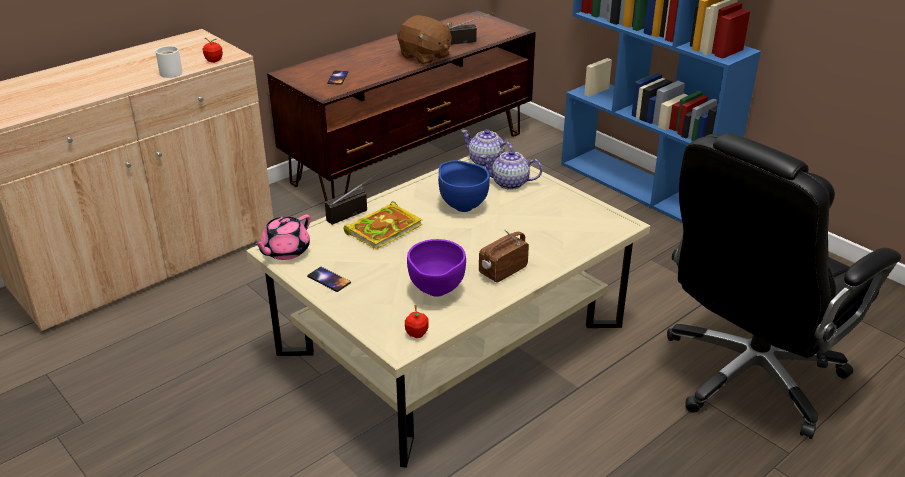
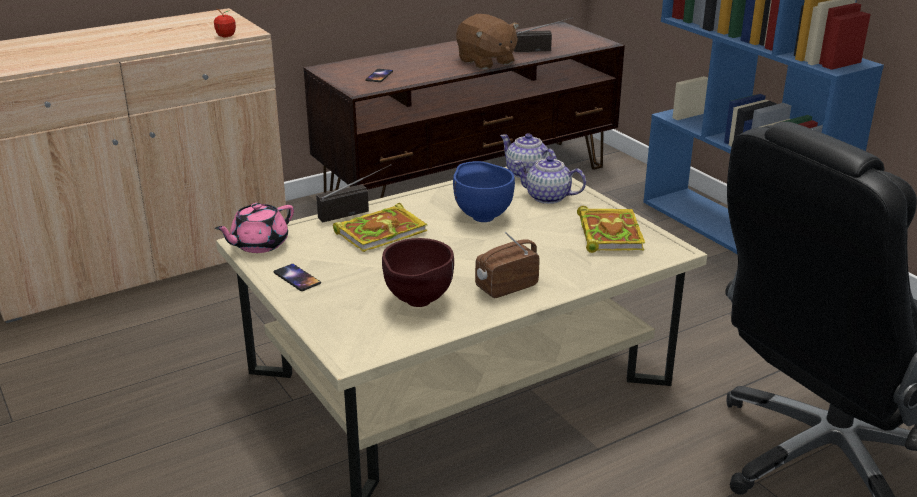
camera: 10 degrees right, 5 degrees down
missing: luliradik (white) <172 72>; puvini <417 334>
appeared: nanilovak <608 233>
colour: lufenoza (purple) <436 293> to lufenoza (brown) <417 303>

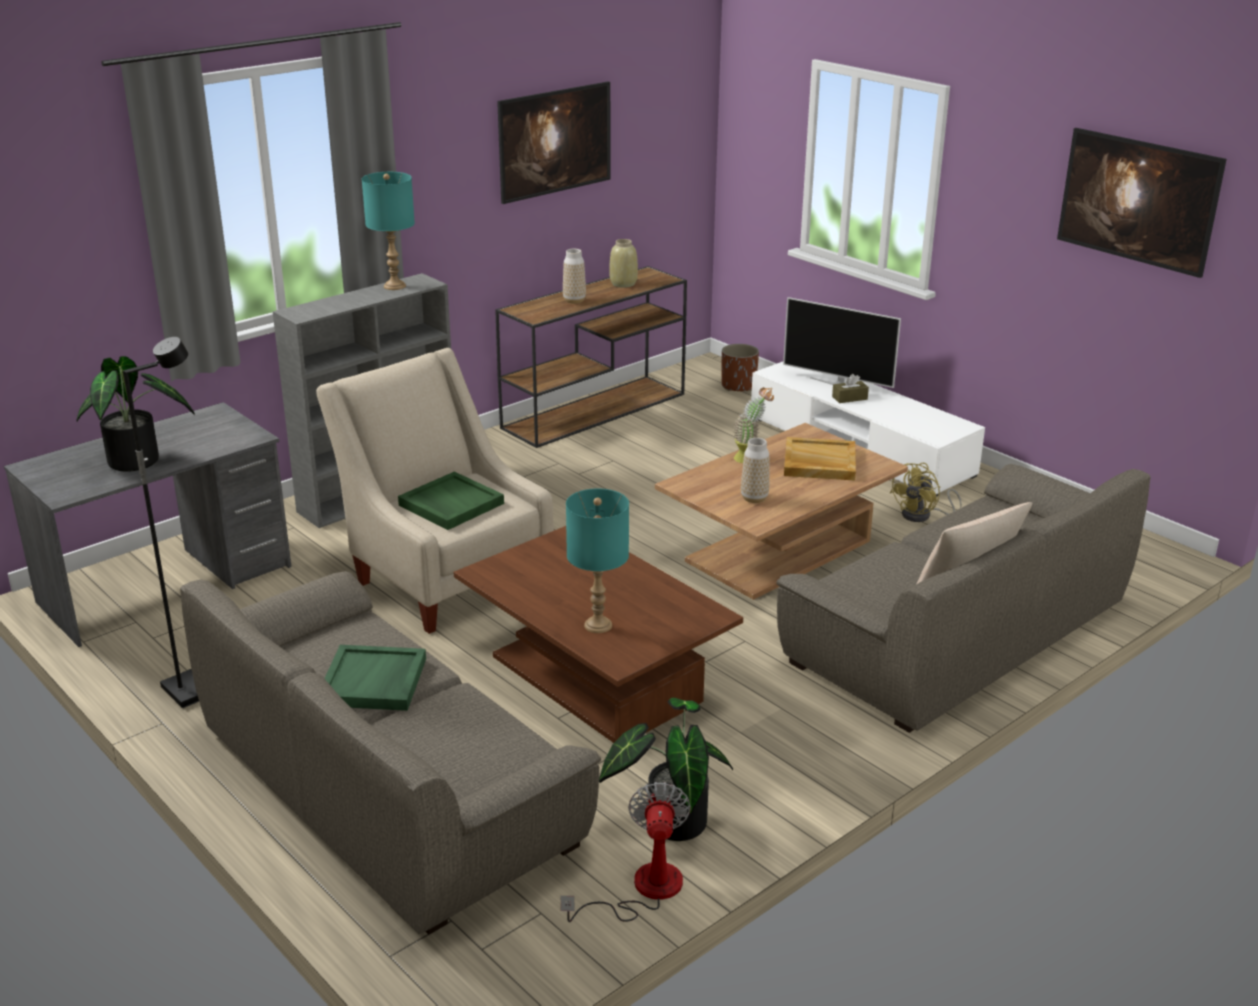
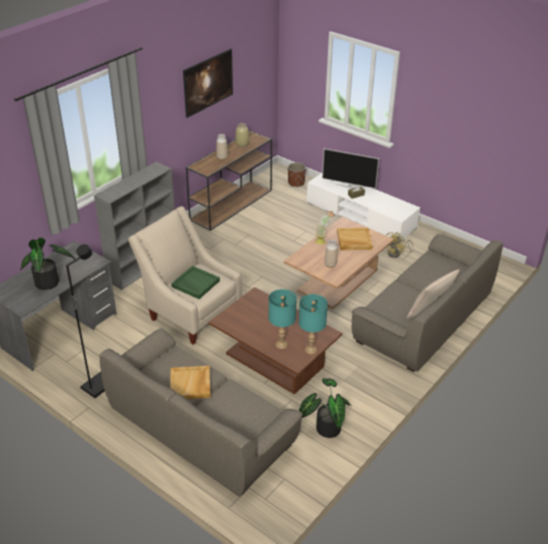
camera: 10 degrees left, 10 degrees up
missing: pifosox <1133 229>; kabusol <643 890>
relocated: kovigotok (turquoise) <394 286> to <310 349>
colour: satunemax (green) <374 682> to satunemax (beige) <190 384>

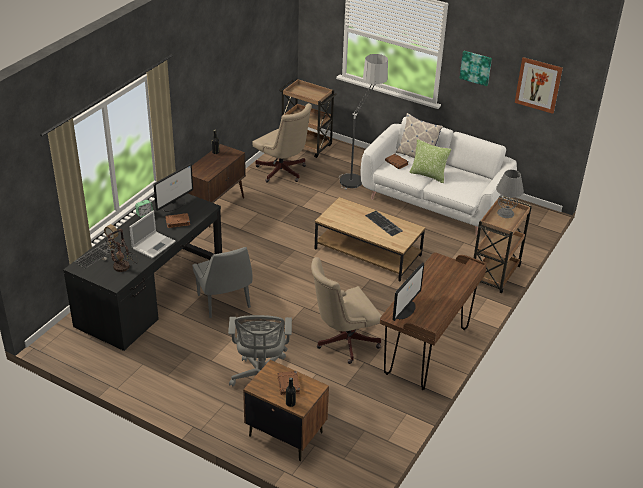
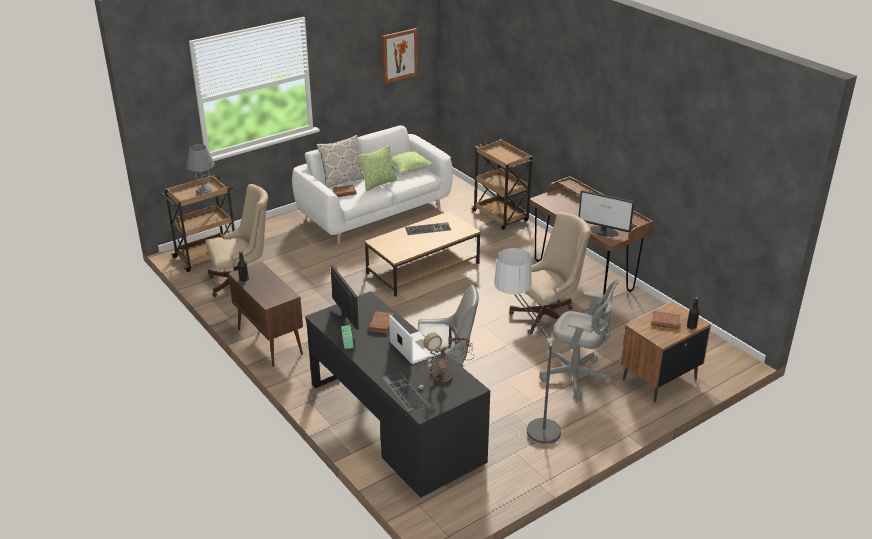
camera: 65 degrees left, 5 degrees down
missing: pifosox <476 67>
appeared: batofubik <409 167>
relocated: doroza <359 173> to <524 418>; kovigotok (grey) <505 213> to <204 191>
spun: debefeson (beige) <343 342> = <547 316> 120 degrees counterclockwise; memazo <405 309> = <604 231> 150 degrees clockwise

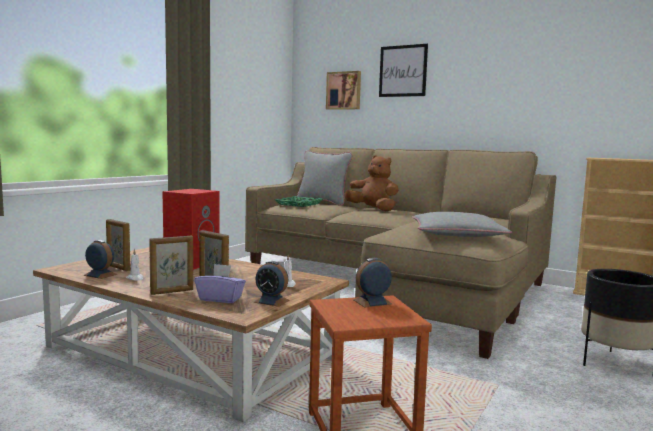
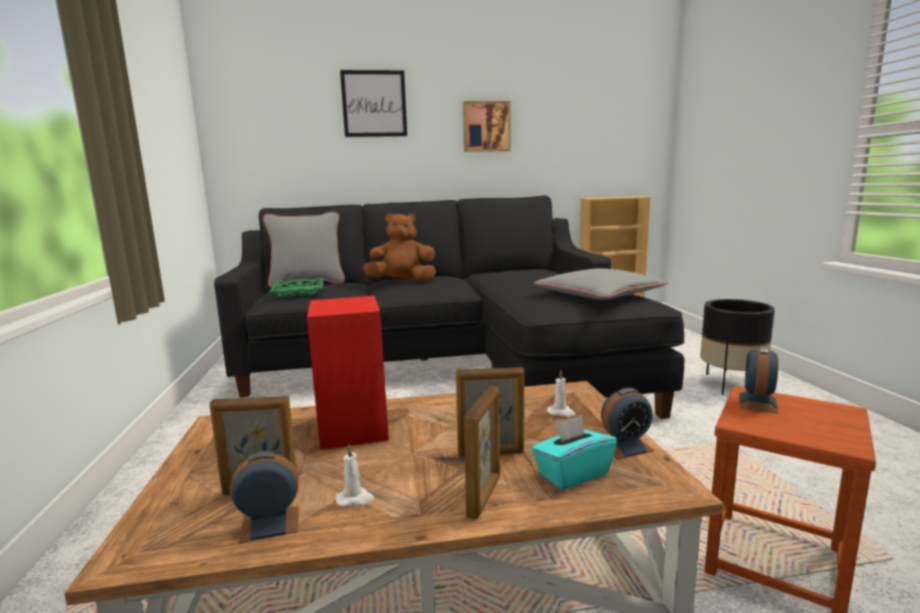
camera: 40 degrees left, 5 degrees up
relocated: pifosox <344 90> to <486 127>
colour: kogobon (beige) <398 284> to kogobon (black) <448 364>; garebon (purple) <220 299> to garebon (turquoise) <572 474>

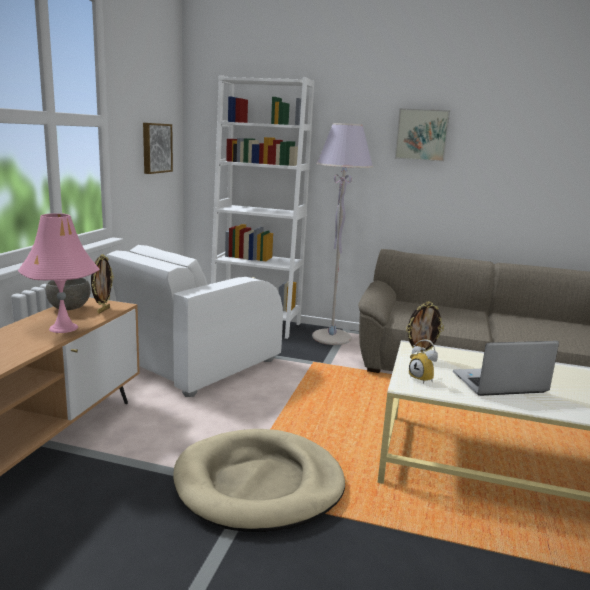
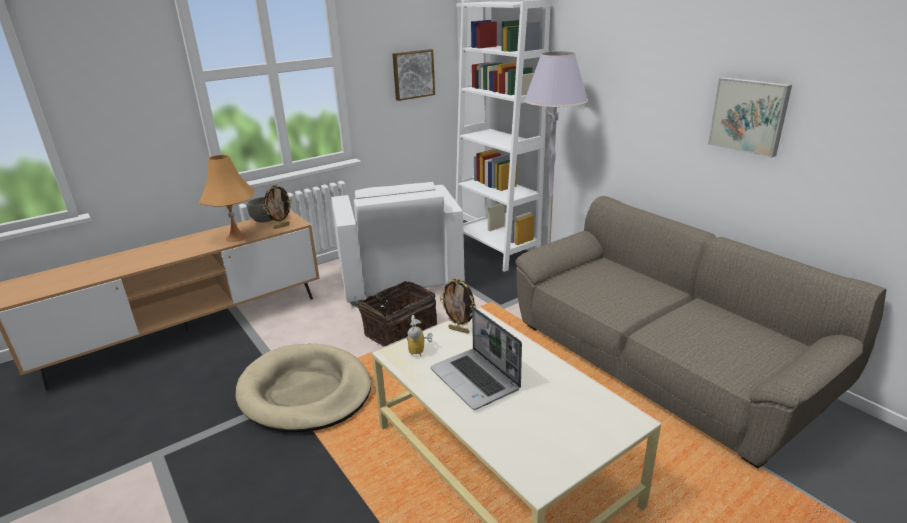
camera: 40 degrees right, 10 degrees up
appeared: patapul <399 330>
relocated: pifosox <422 135> to <749 115>
colour: kovigotok (pink) <63 328> to kovigotok (orange) <236 237>
spun: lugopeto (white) <191 361> = <397 275> 90 degrees counterclockwise; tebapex <498 384> = <476 380> 150 degrees counterclockwise

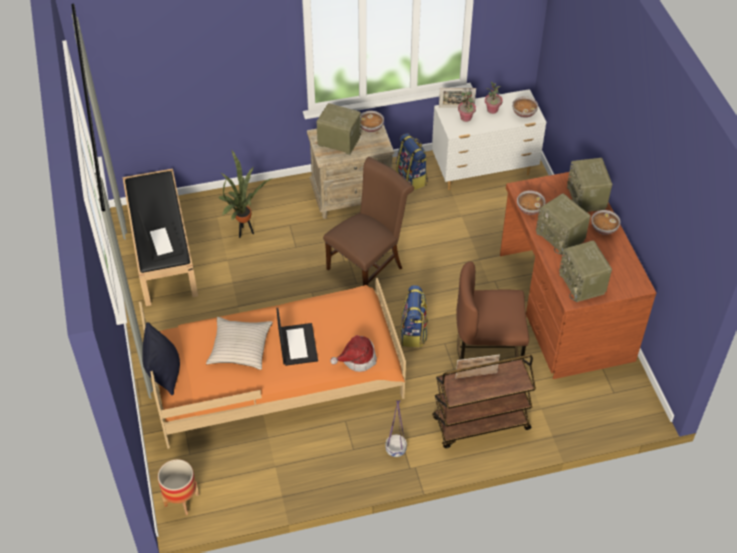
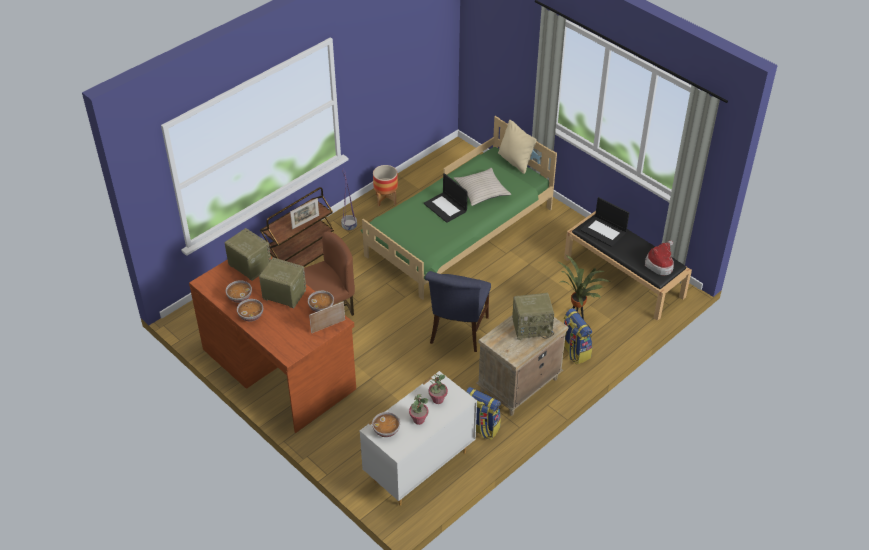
camera: 150 degrees right, 5 degrees down
missing: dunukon <587 198>
relocated: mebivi <456 107> to <328 326>; lufenoza <371 127> to <239 297>; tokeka <413 333> to <574 351>; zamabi <357 359> to <660 264>; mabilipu <181 500> to <386 199>
colour: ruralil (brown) <368 266> to ruralil (blue) <458 333>; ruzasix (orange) <278 378> to ruzasix (green) <459 233>; batofubik (black) <164 373> to batofubik (beige) <515 161>

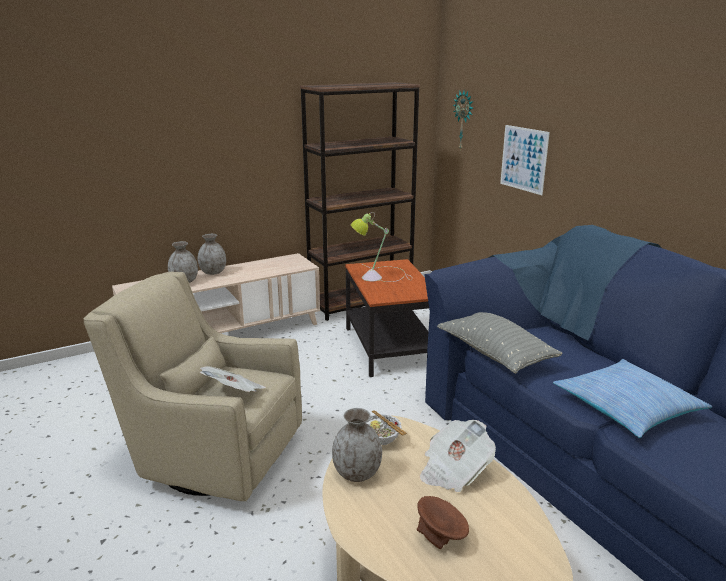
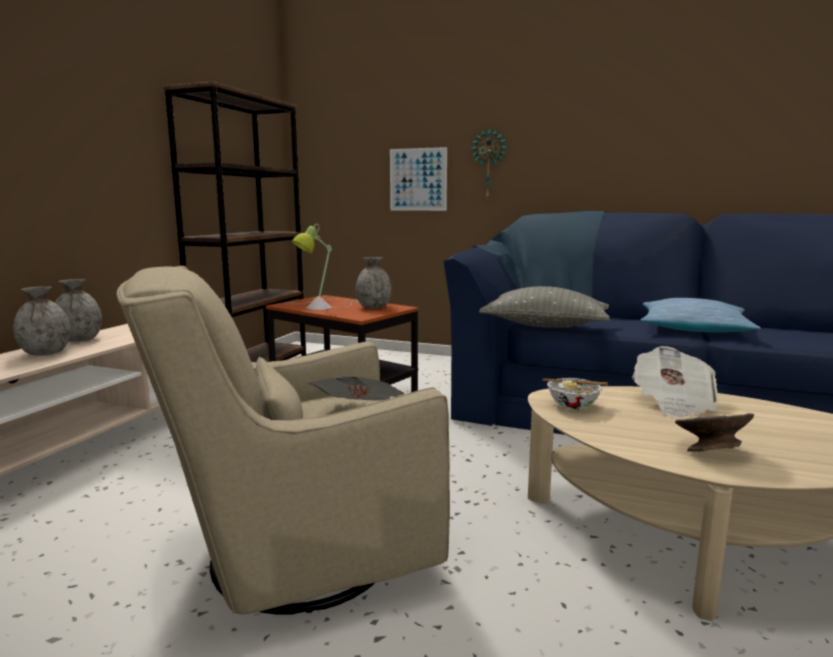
camera: 40 degrees left, 10 degrees down
missing: lufenoza (brown) <441 538>
appeared: lufenoza (grey) <709 451>
relocated: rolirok <464 120> to <489 164>; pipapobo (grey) <356 473> to <373 307>

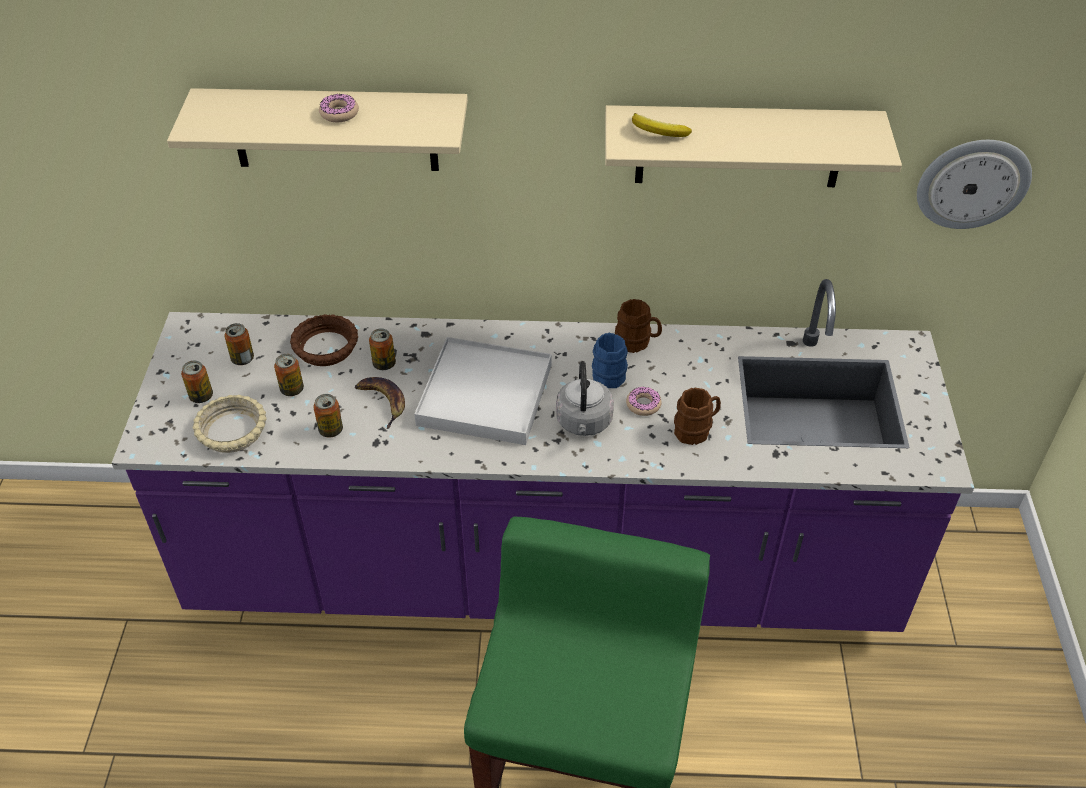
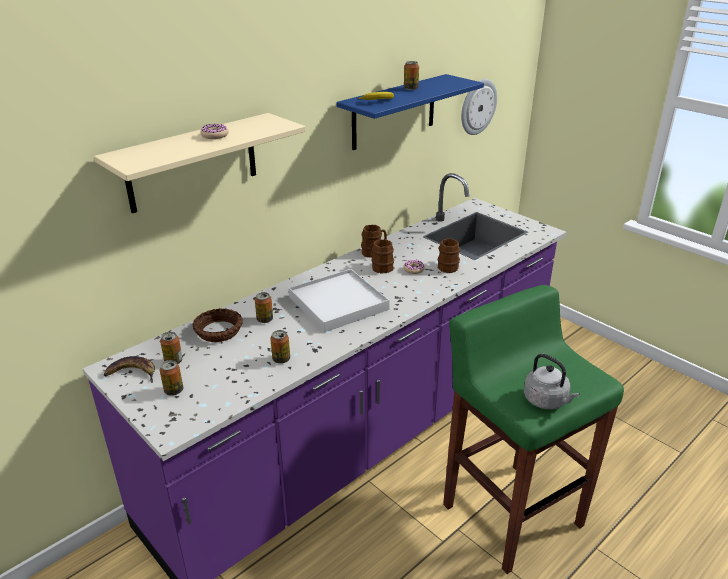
camera: 45 degrees left, 15 degrees down
missing: lufenoza (beige) <233 431>
relocated: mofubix <292 389> to <411 88>; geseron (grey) <584 423> to <547 401>; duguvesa <383 402> to <132 373>
colour: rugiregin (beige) <739 146> to rugiregin (blue) <394 112>; luliradik (blue) <608 372> to luliradik (brown) <380 267>

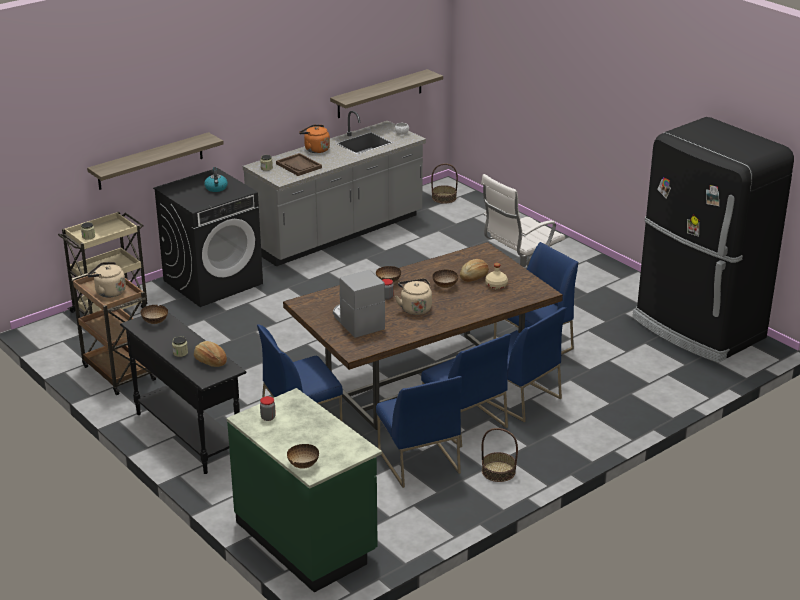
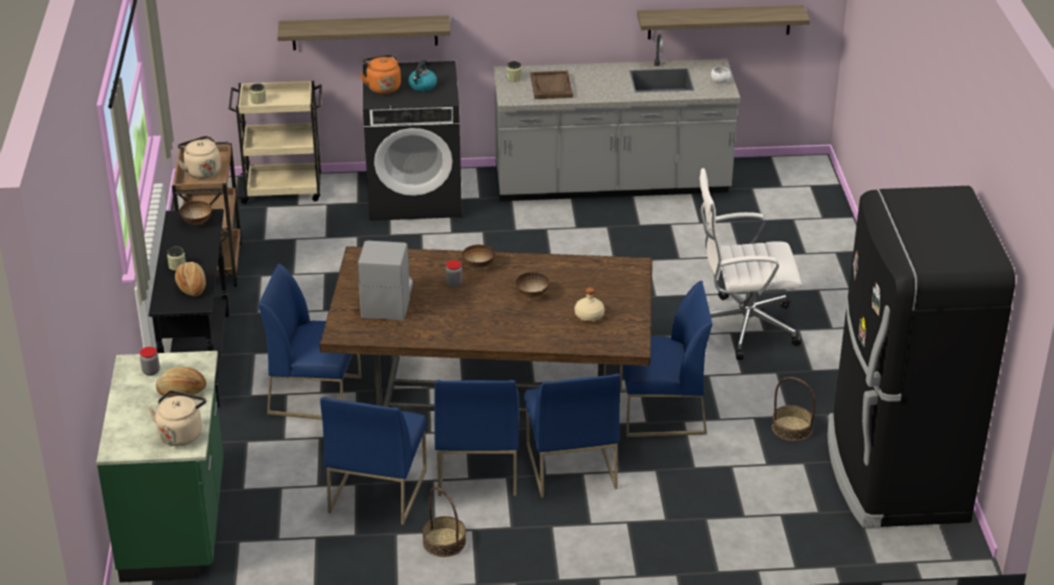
camera: 35 degrees right, 5 degrees up
missing: lufenoza <303 465>
relocated: geseron (orange) <315 149> to <383 87>; patapul <444 198> to <792 428>; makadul <474 276> to <181 391>; geseron (beige) <415 308> to <181 433>

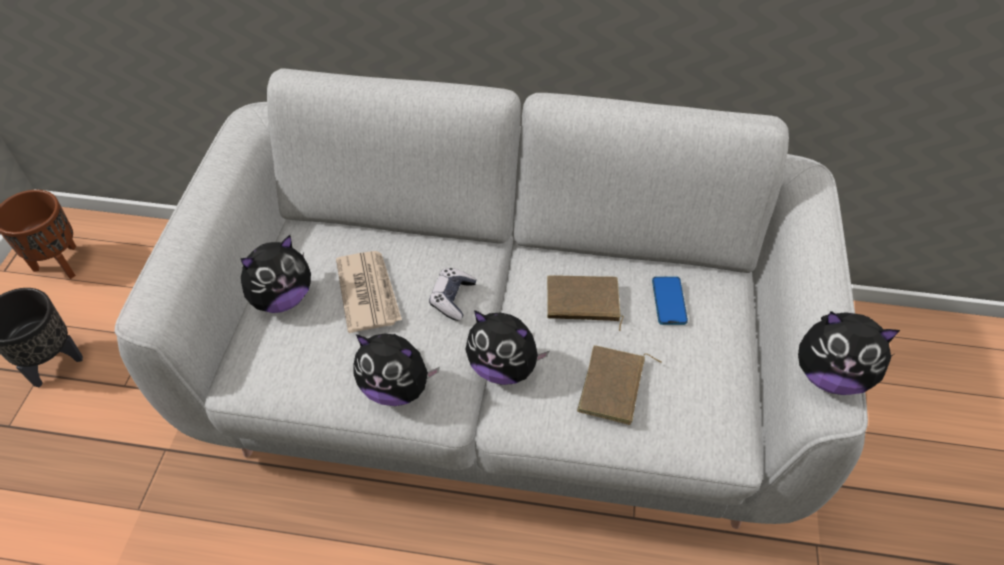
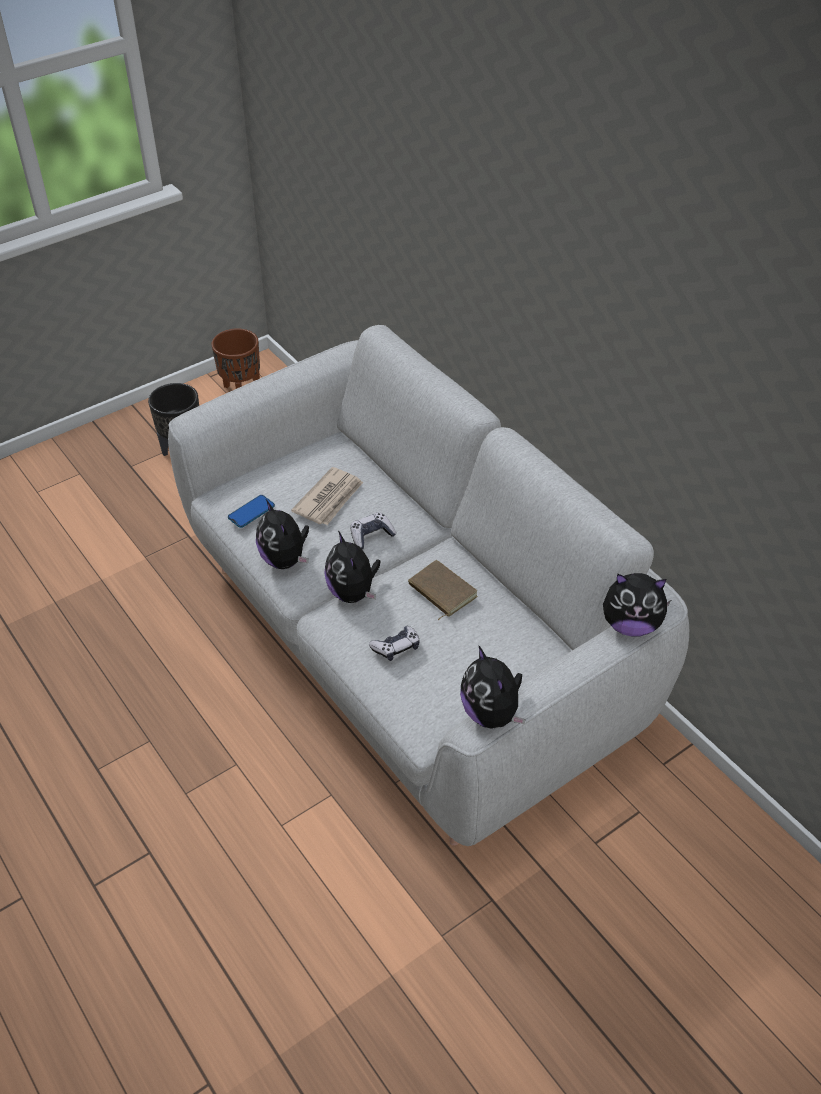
camera: 45 degrees right, 5 degrees down
relocated: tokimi <282 298> to <630 624>; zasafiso <669 301> to <251 512>
exchanged: nanilovak (brown) <614 388> to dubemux <396 647>

